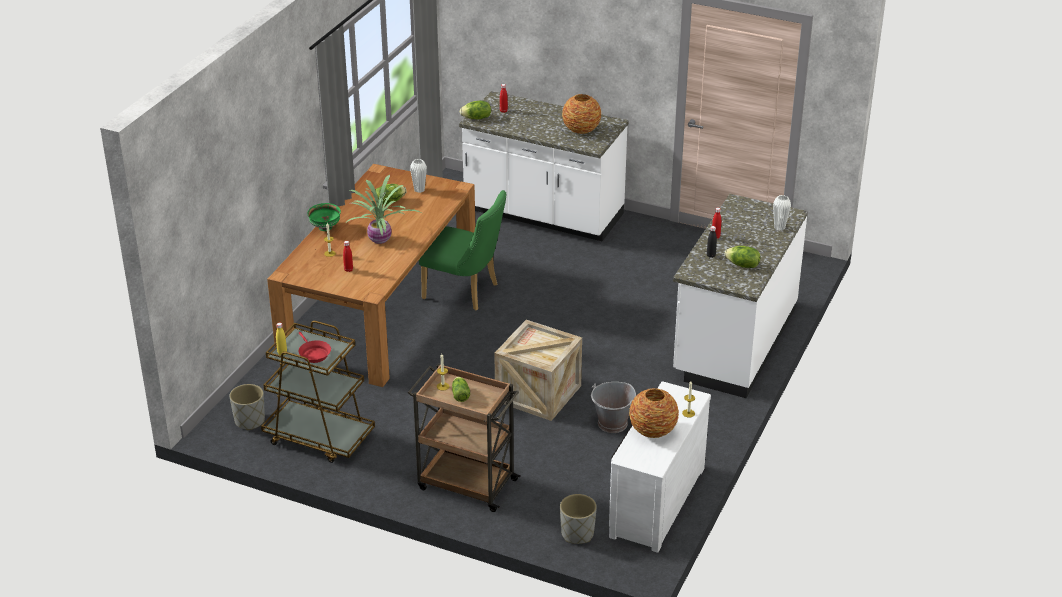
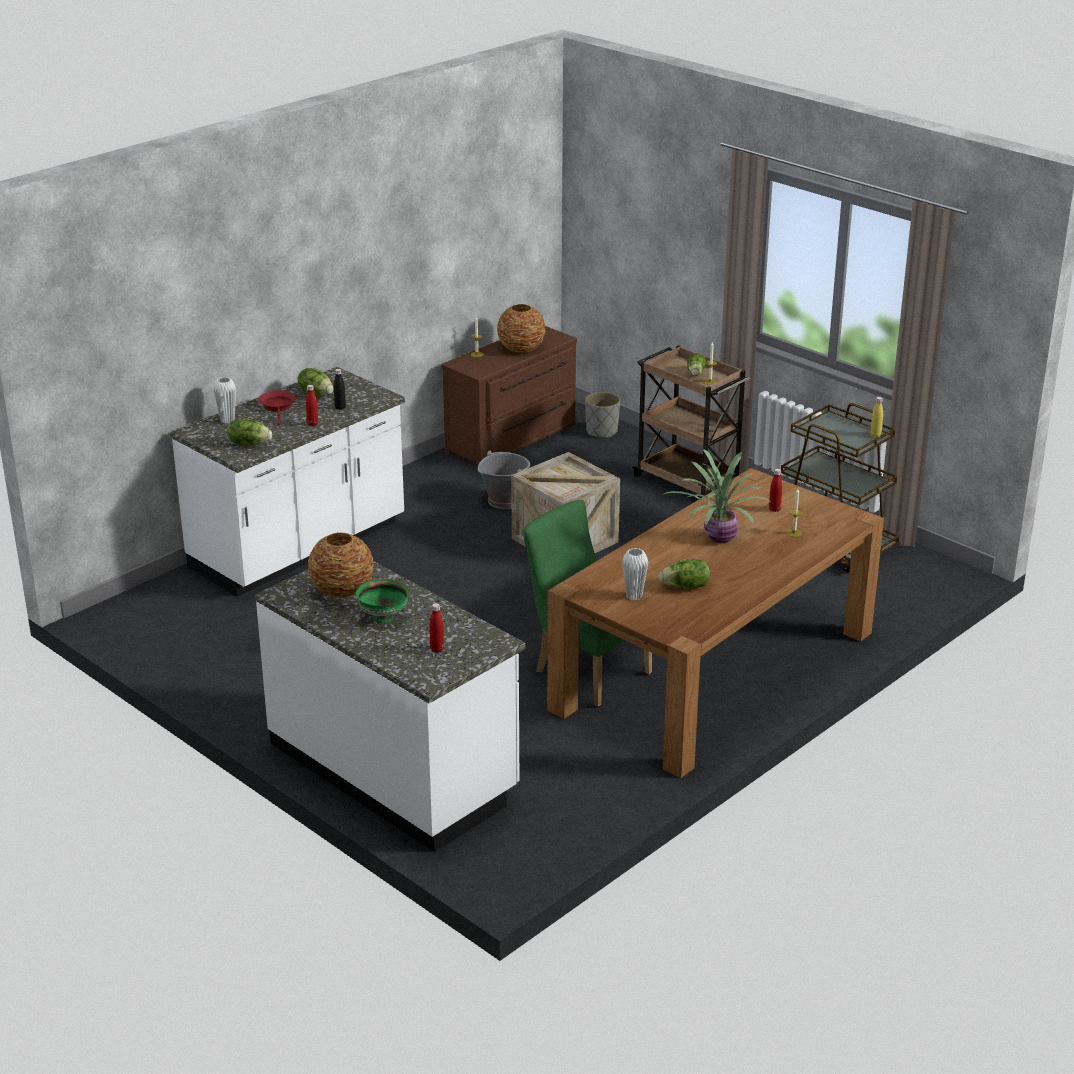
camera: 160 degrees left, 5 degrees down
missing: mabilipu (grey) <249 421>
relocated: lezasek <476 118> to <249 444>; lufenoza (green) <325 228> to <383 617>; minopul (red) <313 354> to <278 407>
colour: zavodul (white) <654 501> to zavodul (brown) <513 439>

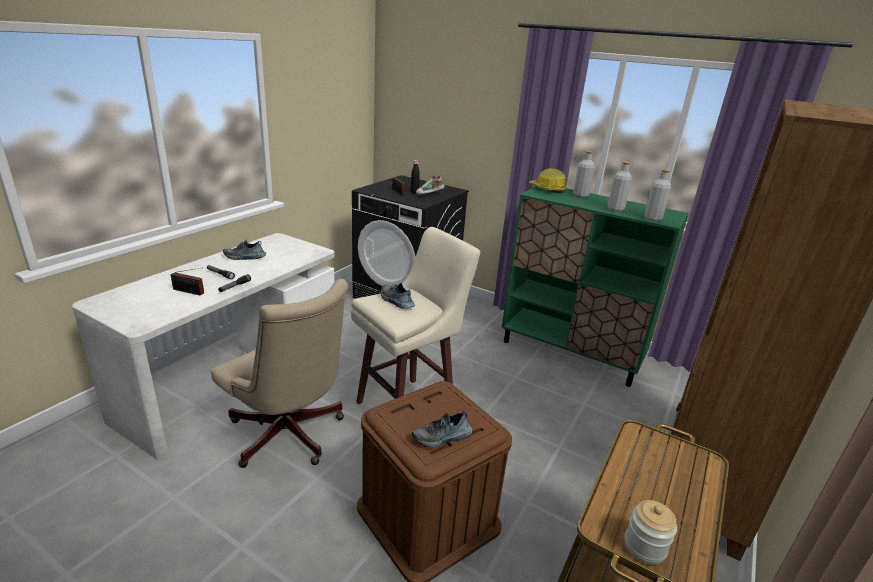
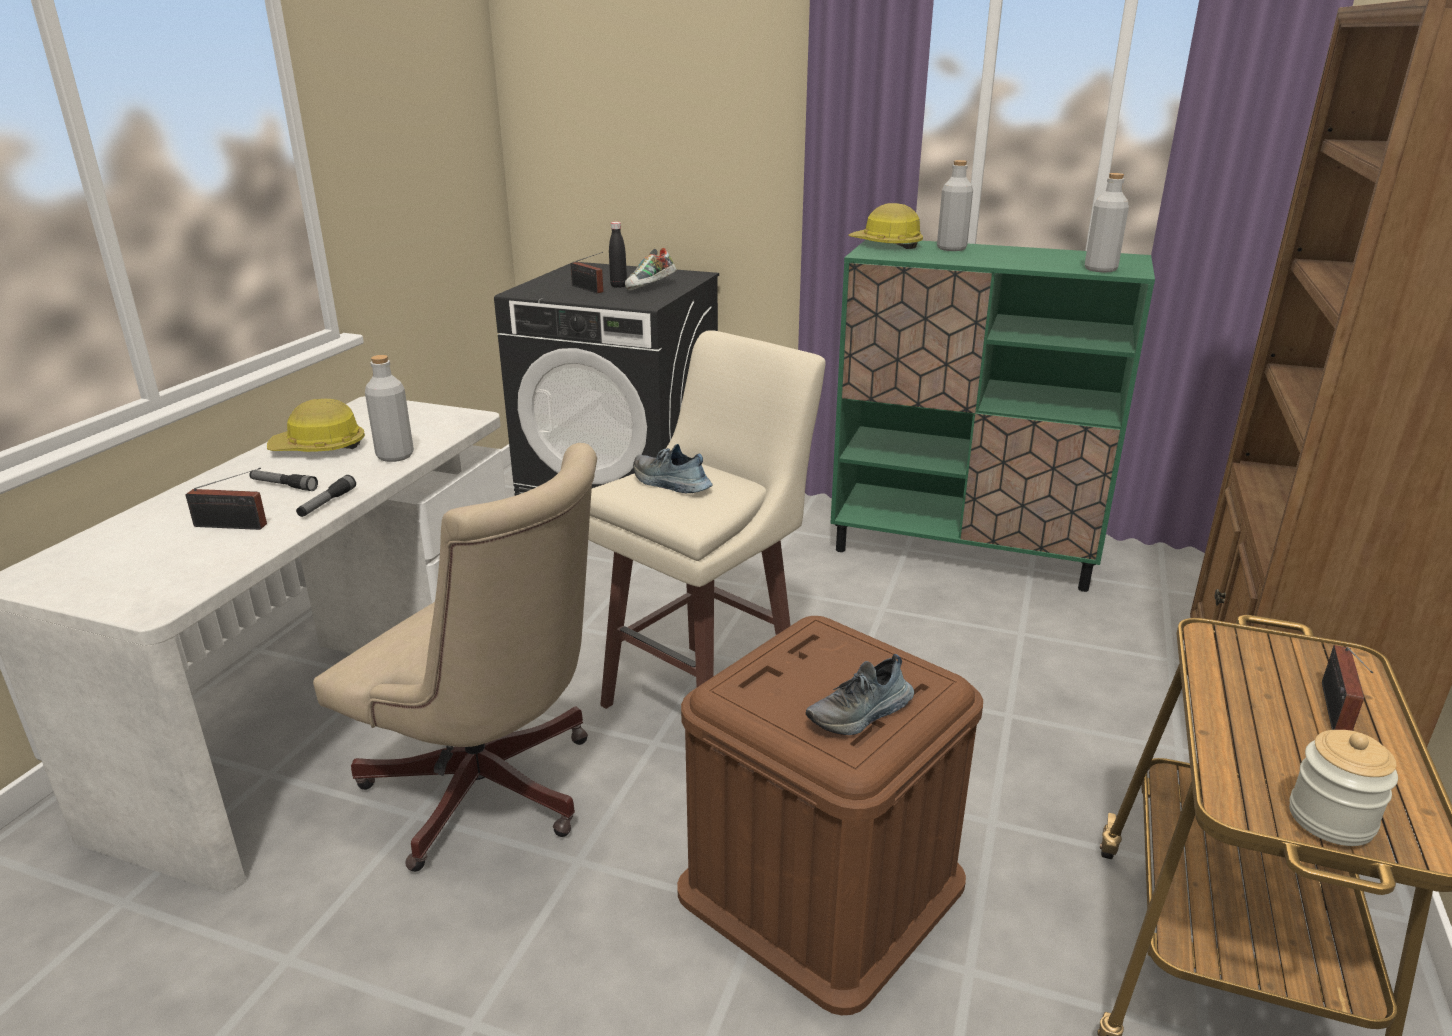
camera: 10 degrees left, 0 degrees up
appeared: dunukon <1334 712>
relocated: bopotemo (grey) <615 209> to <395 456>
exchanged: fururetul <245 257> to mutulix <319 448>

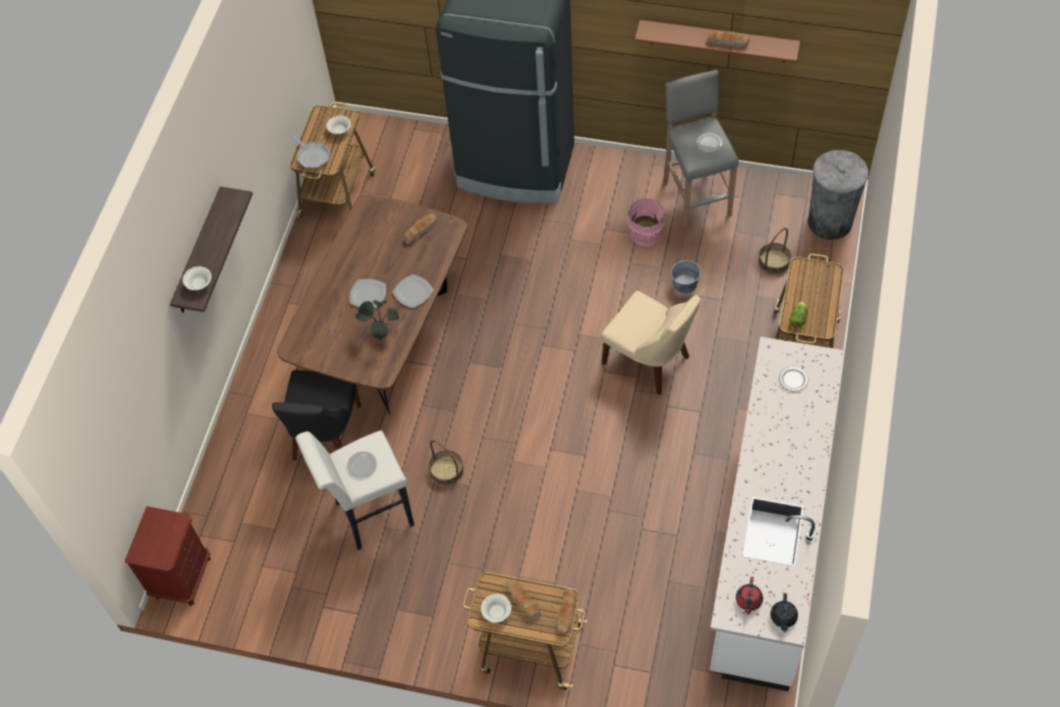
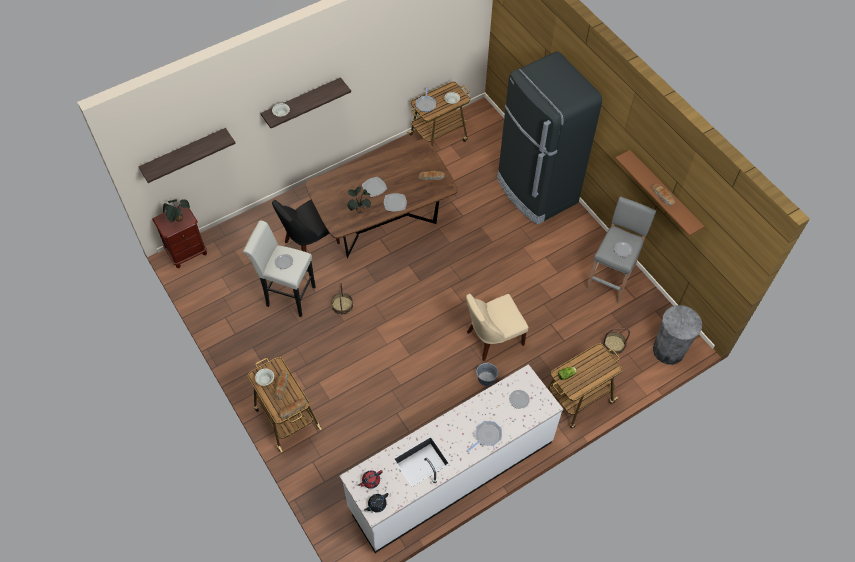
camera: 40 degrees right, 0 degrees up
missing: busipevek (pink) <646 232>
appeared: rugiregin <184 153>; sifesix <179 219>; minopul <487 436>
relocated: busipevek (grey) <685 284> to <486 379>
spun: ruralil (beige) <649 362> = <492 339> 75 degrees clockwise

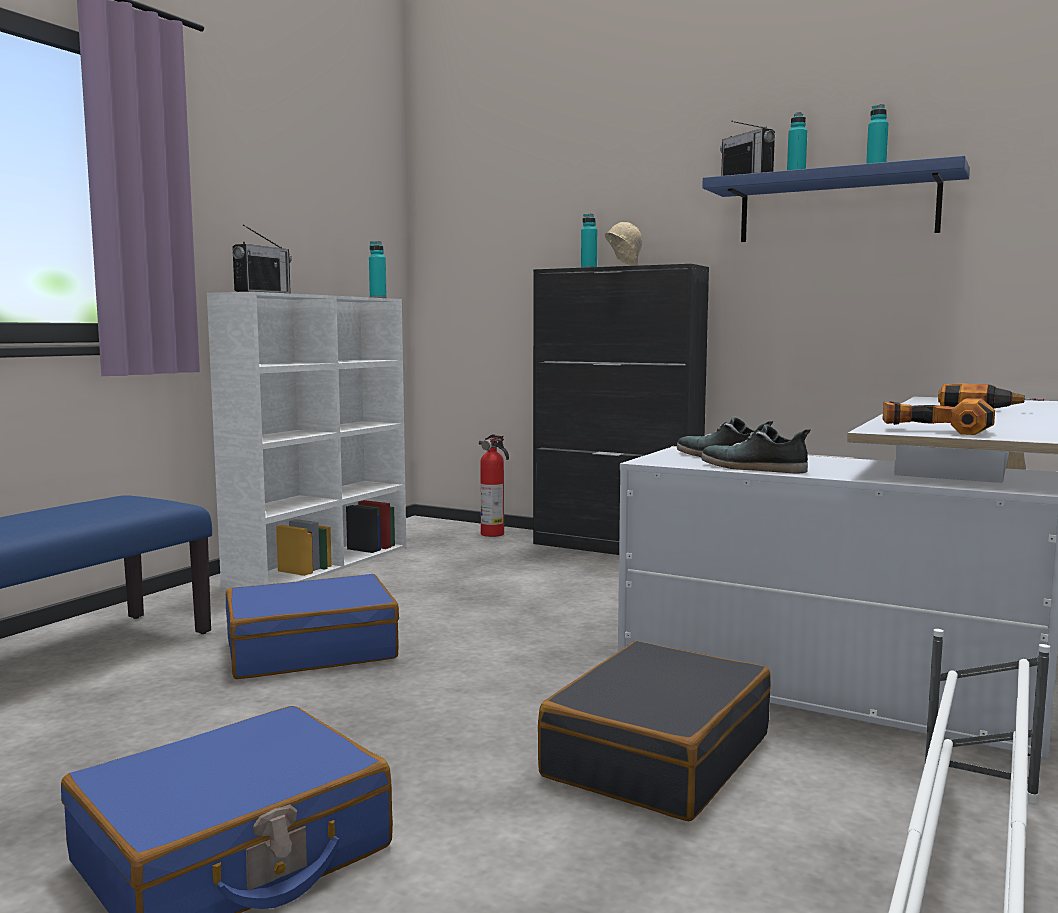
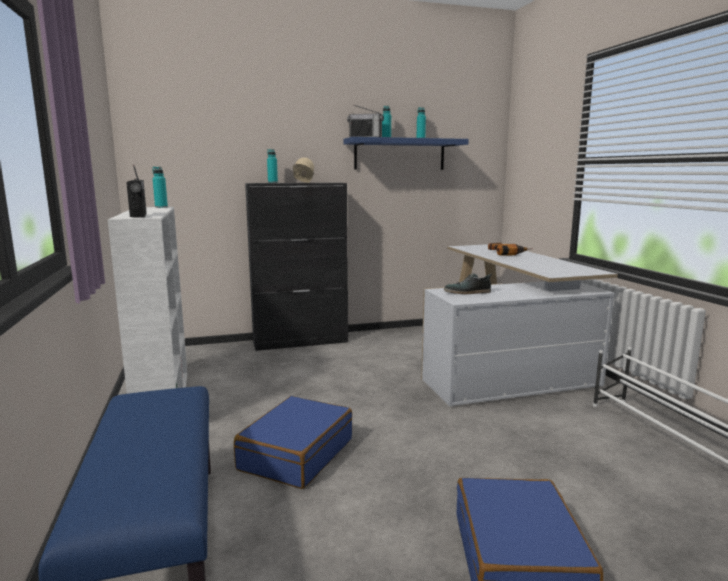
camera: 45 degrees left, 5 degrees up
missing: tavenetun <936 429>; fururetul <752 468>; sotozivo <494 534>; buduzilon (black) <656 755>

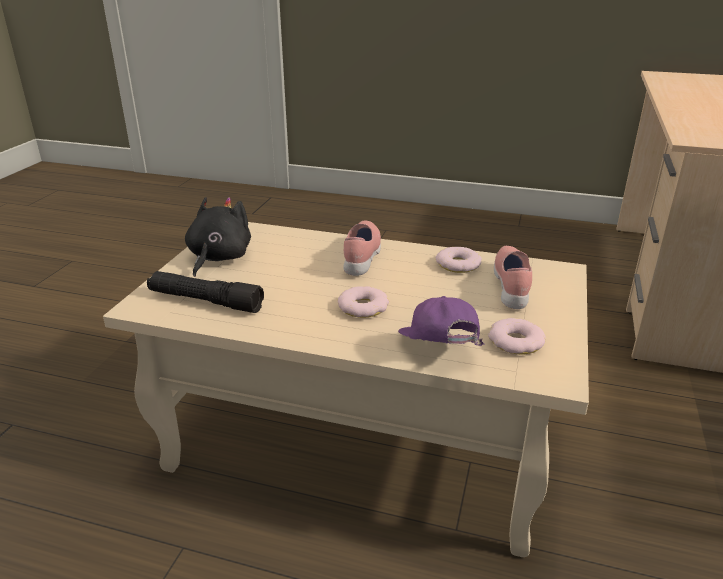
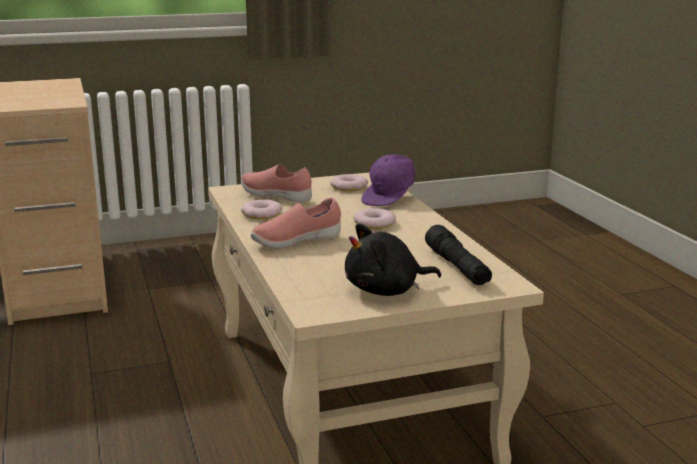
camera: 125 degrees left, 10 degrees down
spun: fururetul (pink) <512 287> = <277 197> 60 degrees clockwise

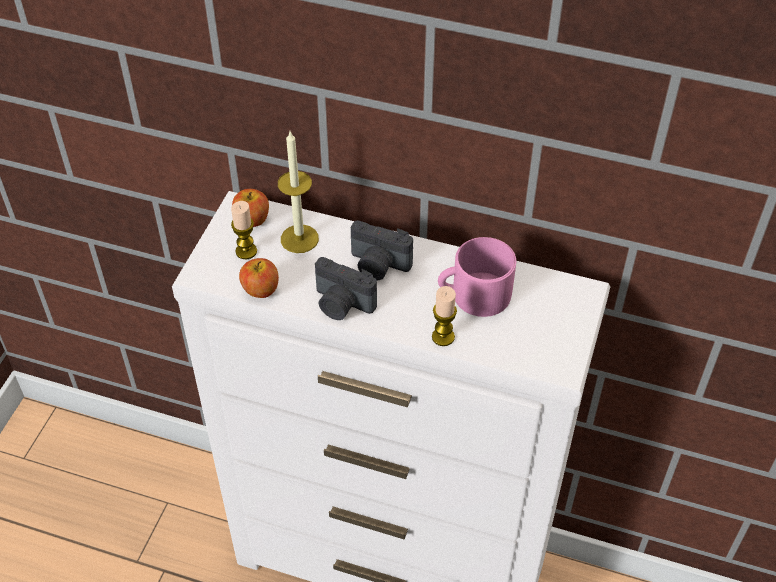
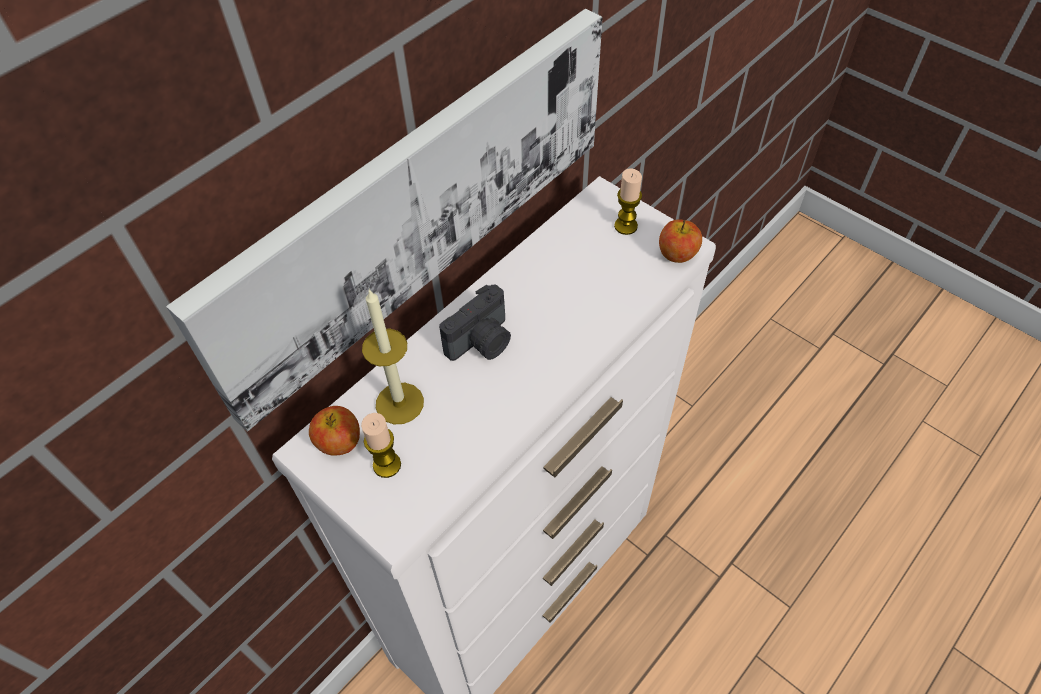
camera: 65 degrees left, 5 degrees up
missing: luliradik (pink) <474 294>; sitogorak <341 304>
appeared: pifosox <416 203>
relocated: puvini <260 290> to <677 254>; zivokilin <443 337> to <625 226>

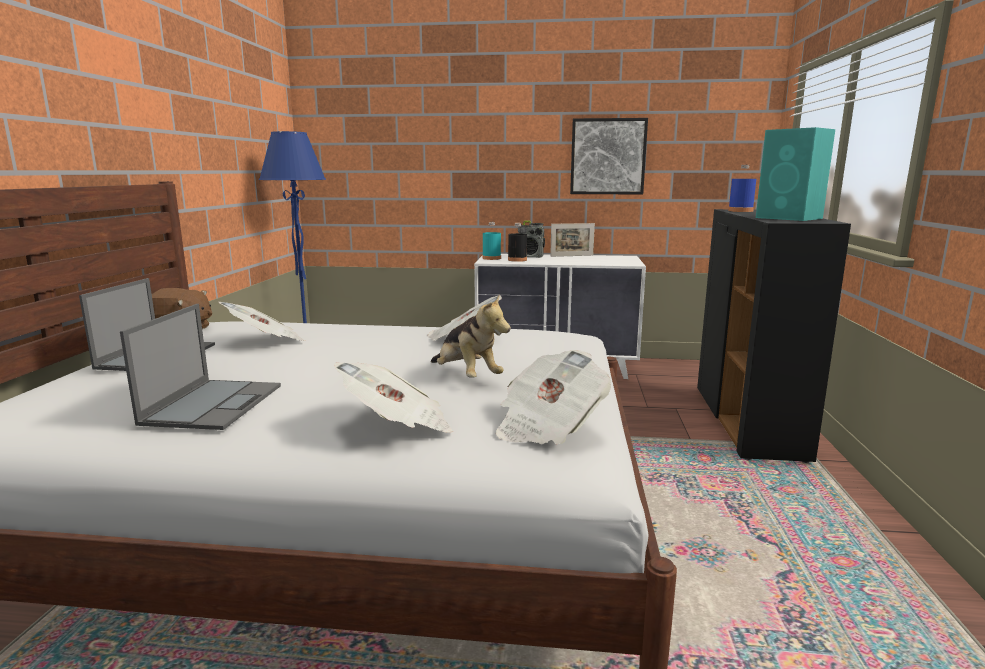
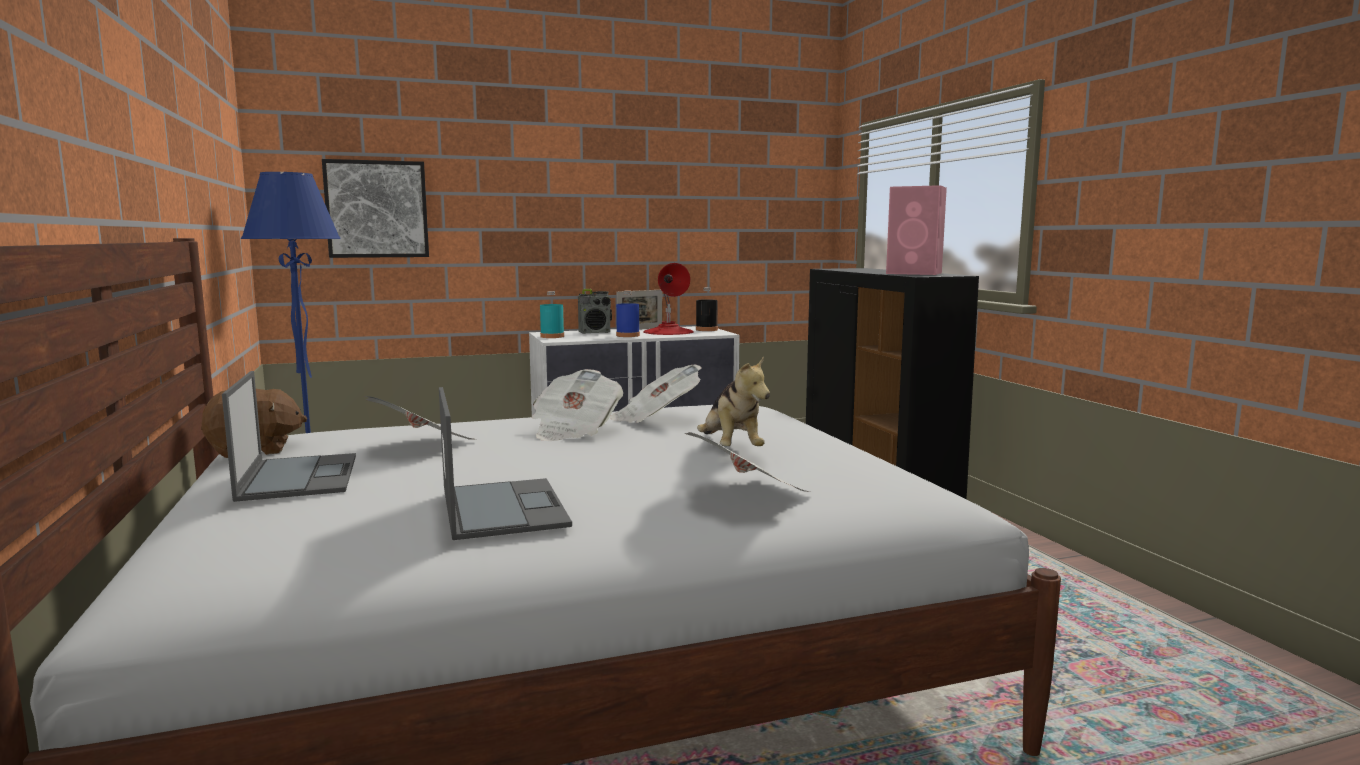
camera: 25 degrees left, 5 degrees down
appeared: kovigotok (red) <668 331>
relocated: pifosox <608 156> to <377 209>; bopotemo (blue) <740 211> to <628 335>; bopotemo (black) <517 260> to <706 329>; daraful <548 426> to <574 430>
colour: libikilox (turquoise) <790 218> to libikilox (pink) <915 273>
spun: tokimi <466 376> = <730 449> 45 degrees clockwise

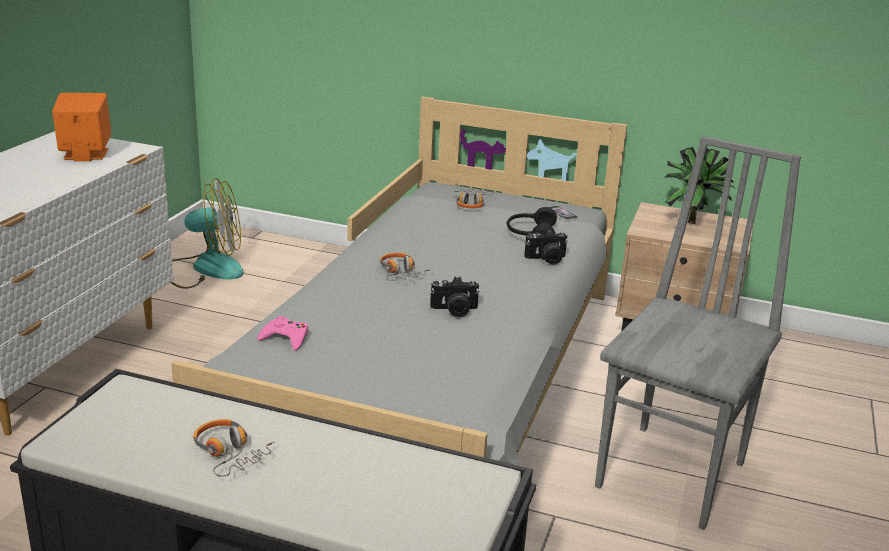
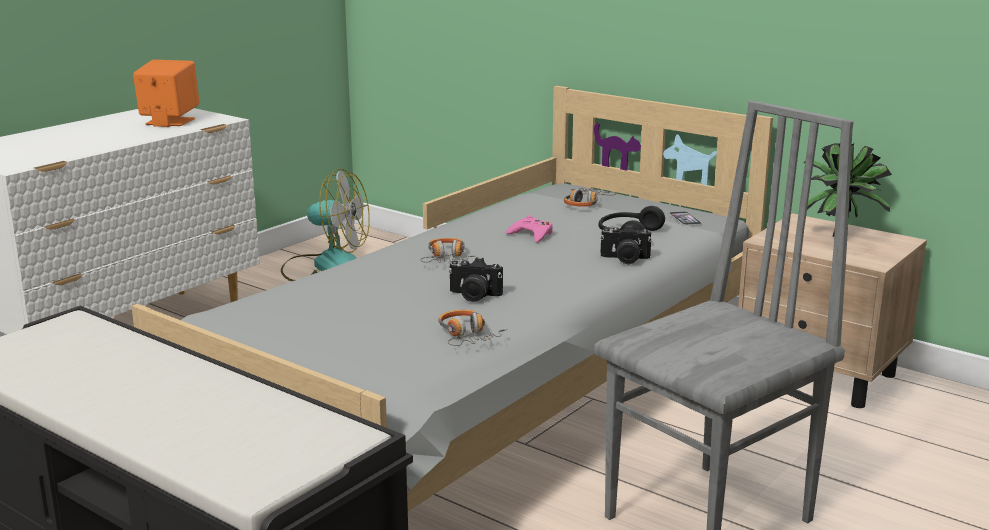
camera: 20 degrees right, 5 degrees down
relocated: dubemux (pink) <285 338> to <531 235>; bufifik <229 454> to <467 336>

